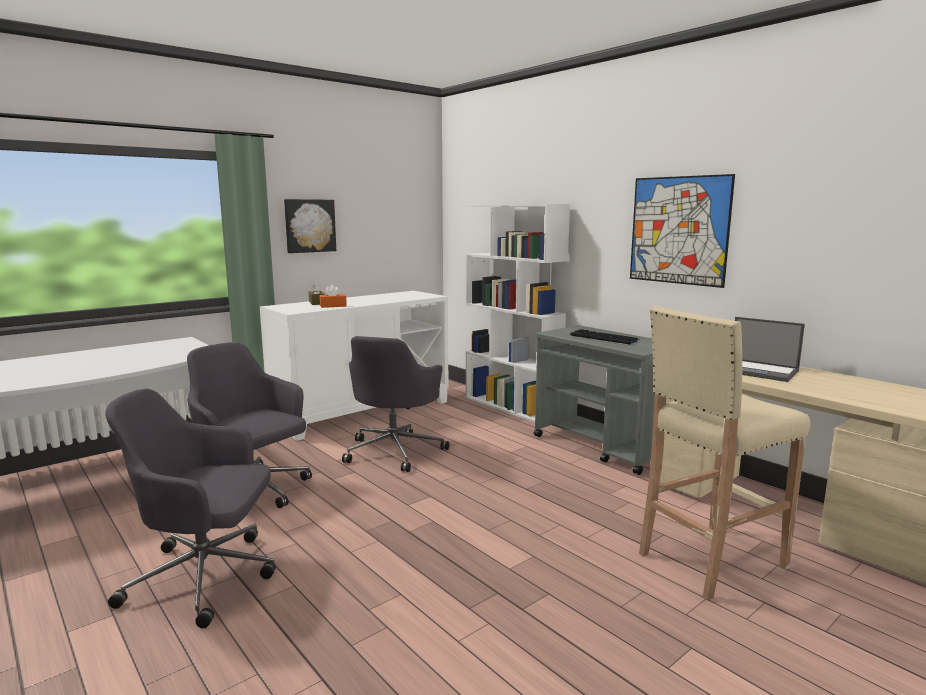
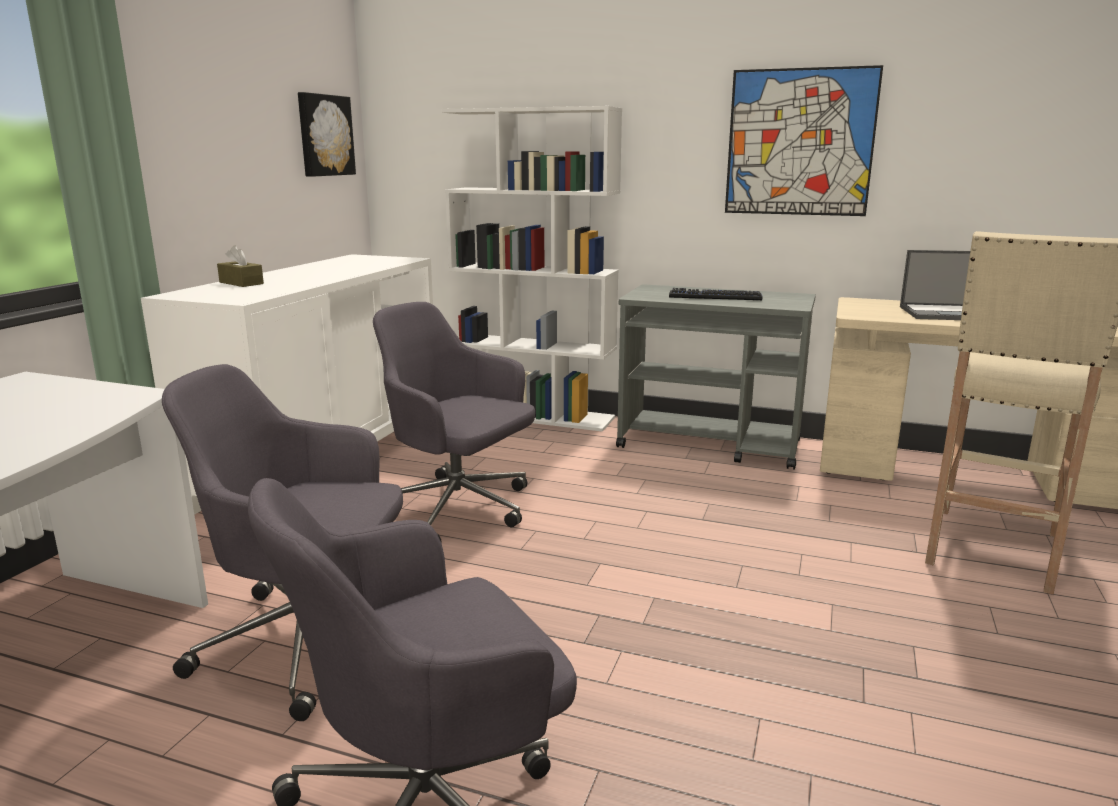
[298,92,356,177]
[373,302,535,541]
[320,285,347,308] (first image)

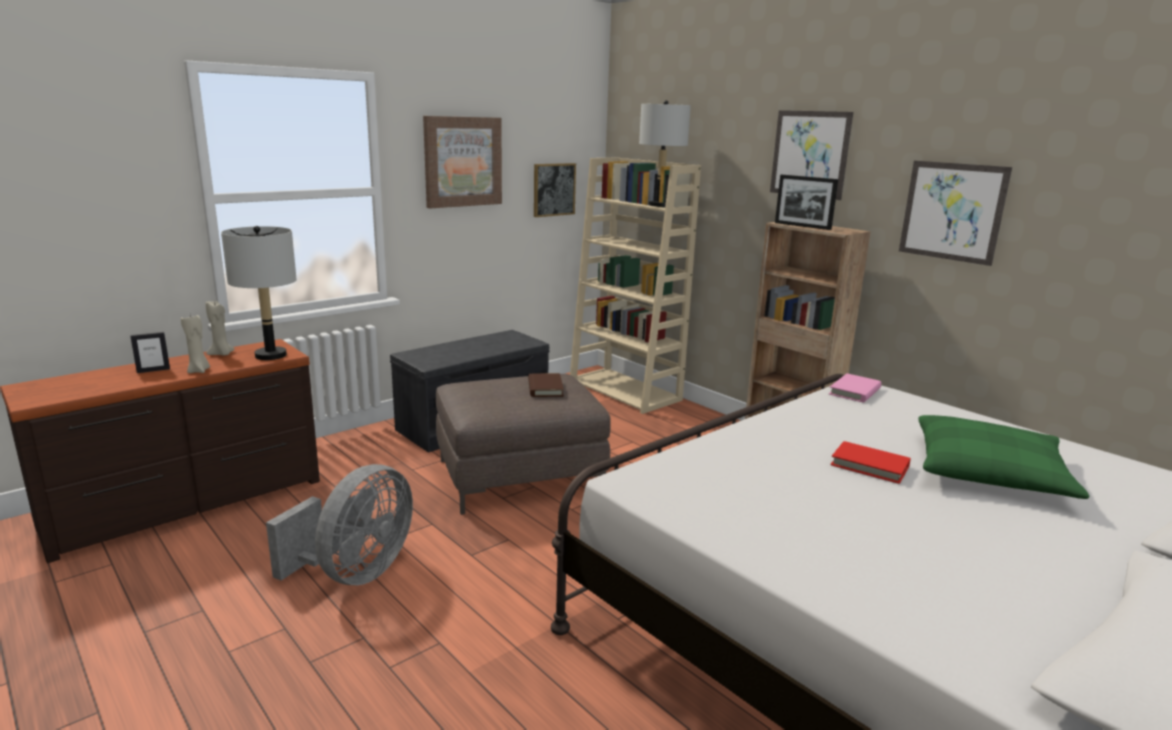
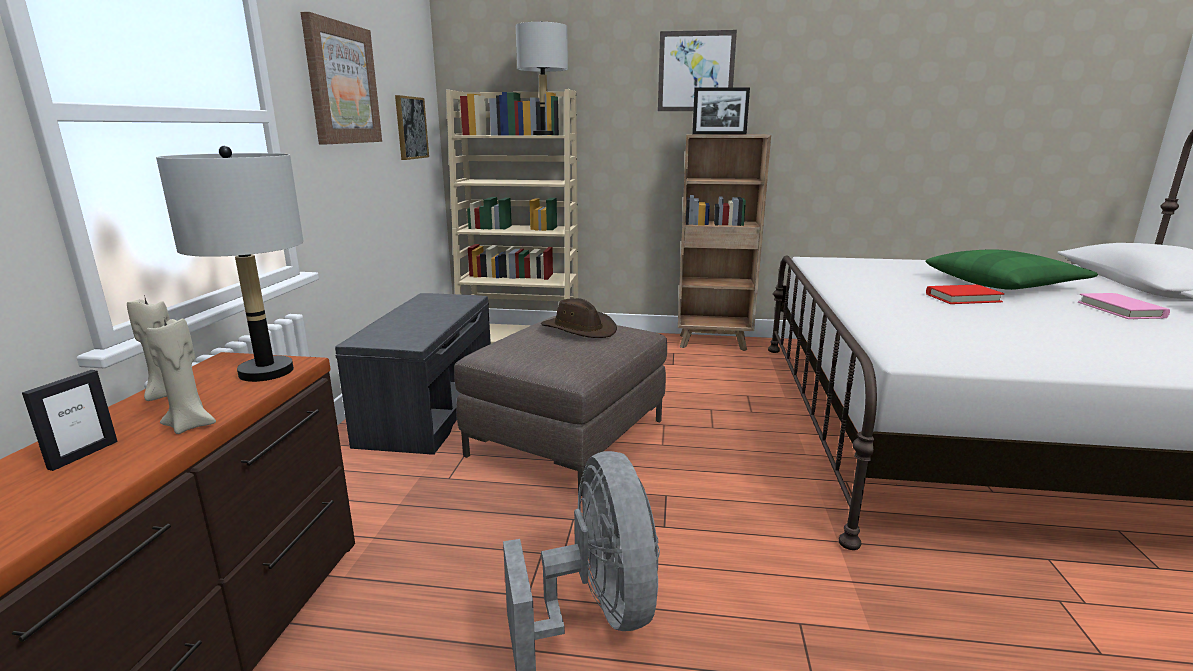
[541,298,617,338]
[1078,293,1170,319]
[899,161,1012,266] (first image)

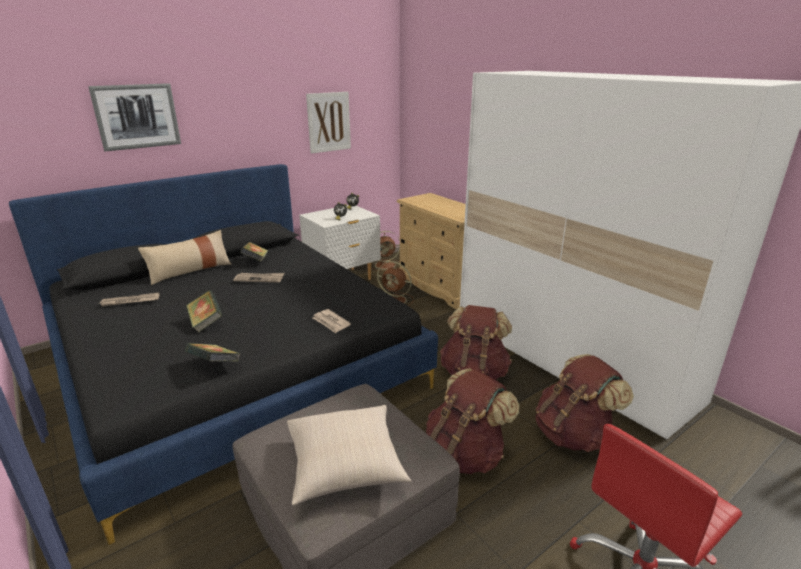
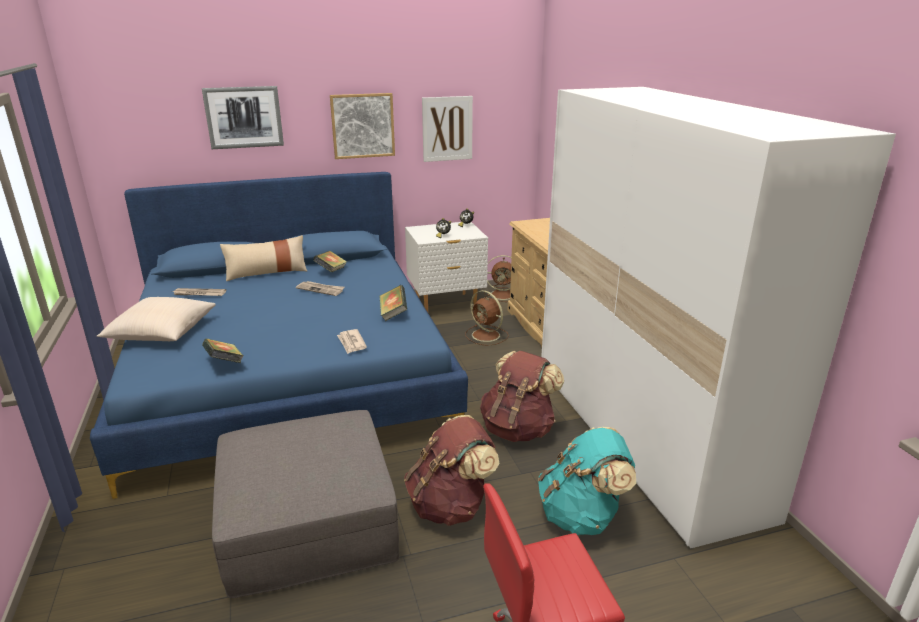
[90,172,468,499]
[97,297,216,341]
[330,93,395,159]
[380,285,407,321]
[538,427,636,535]

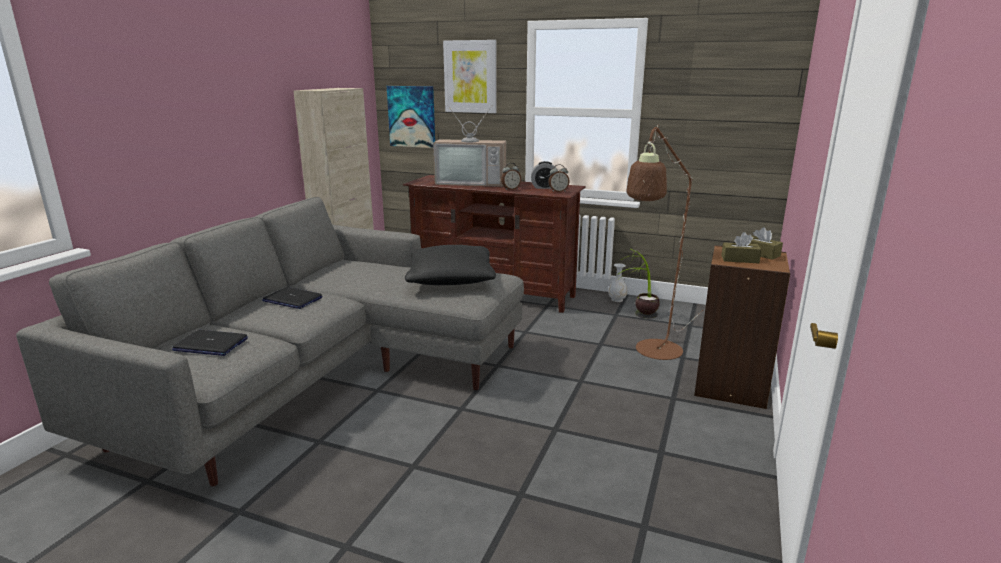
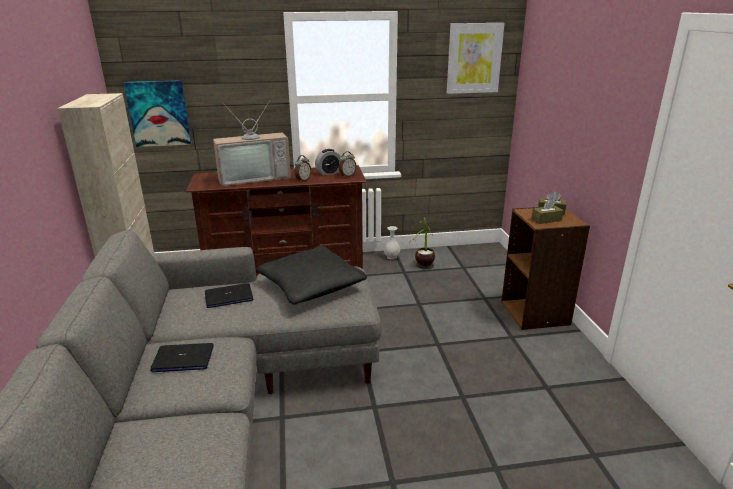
[205,283,253,308]
[447,23,505,94]
[626,125,703,360] (first image)

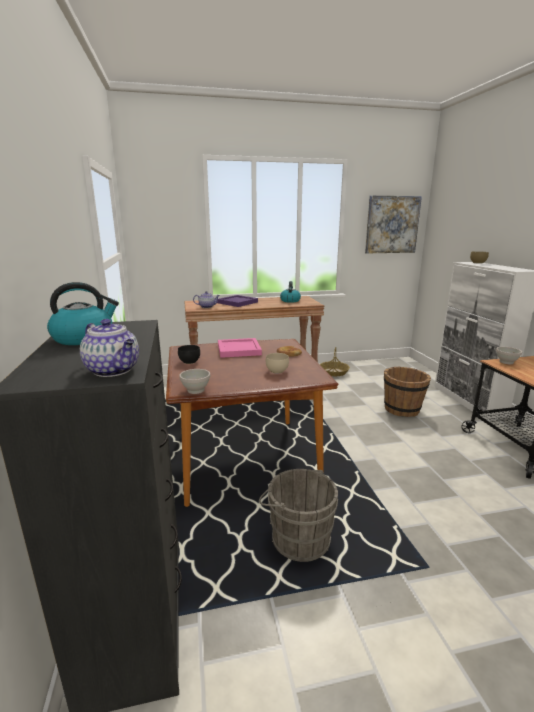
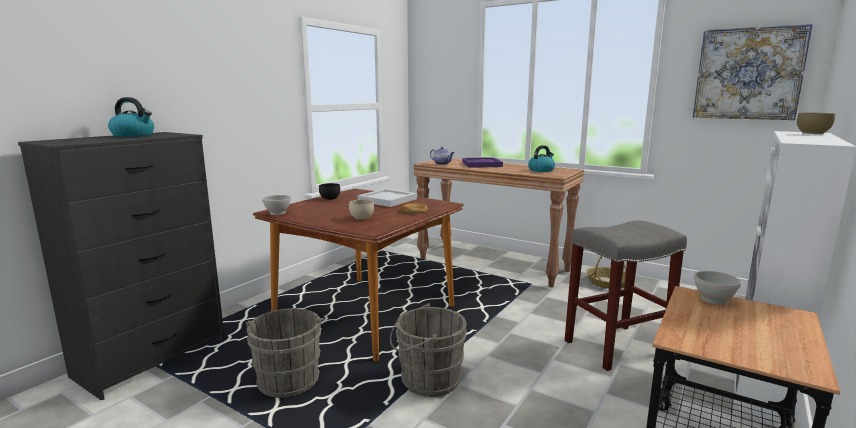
[357,189,417,207]
[390,304,467,397]
[565,220,687,371]
[80,319,139,377] (first image)

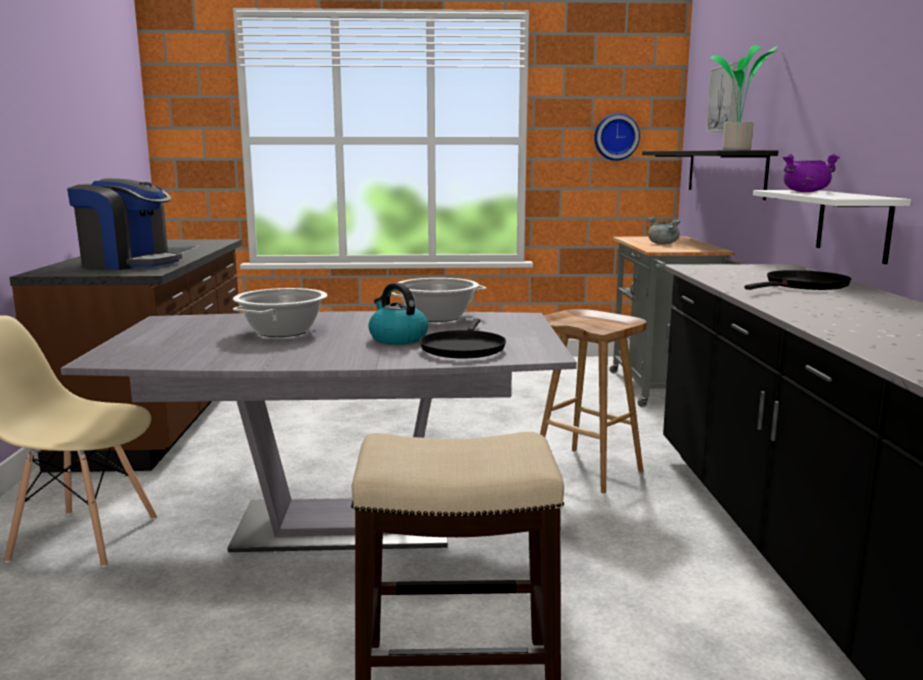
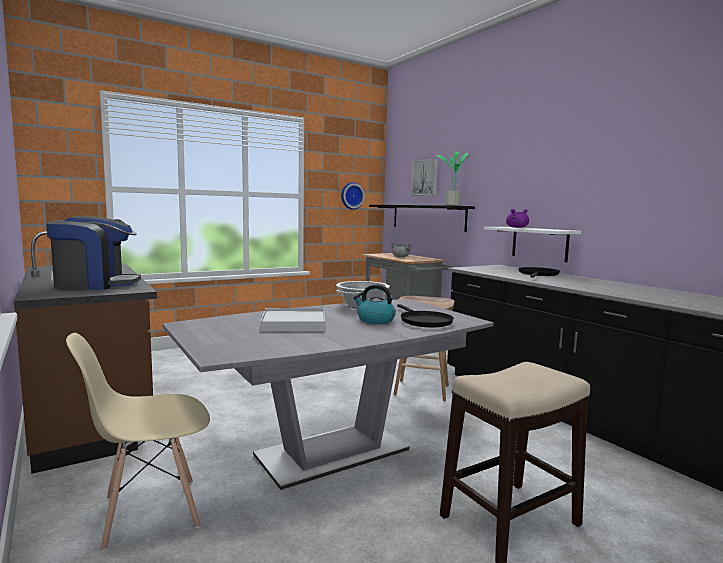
[260,308,325,331]

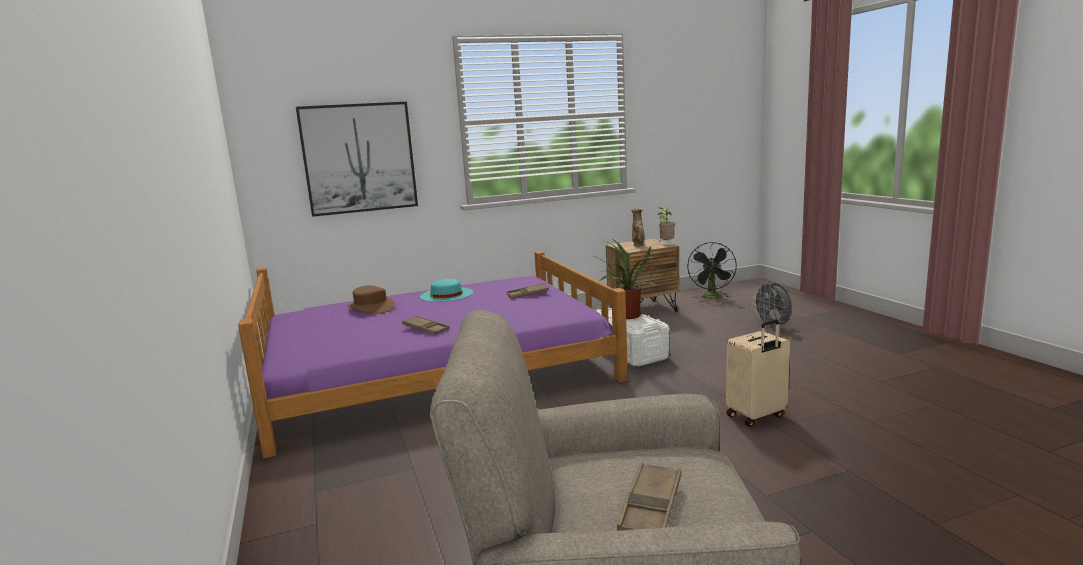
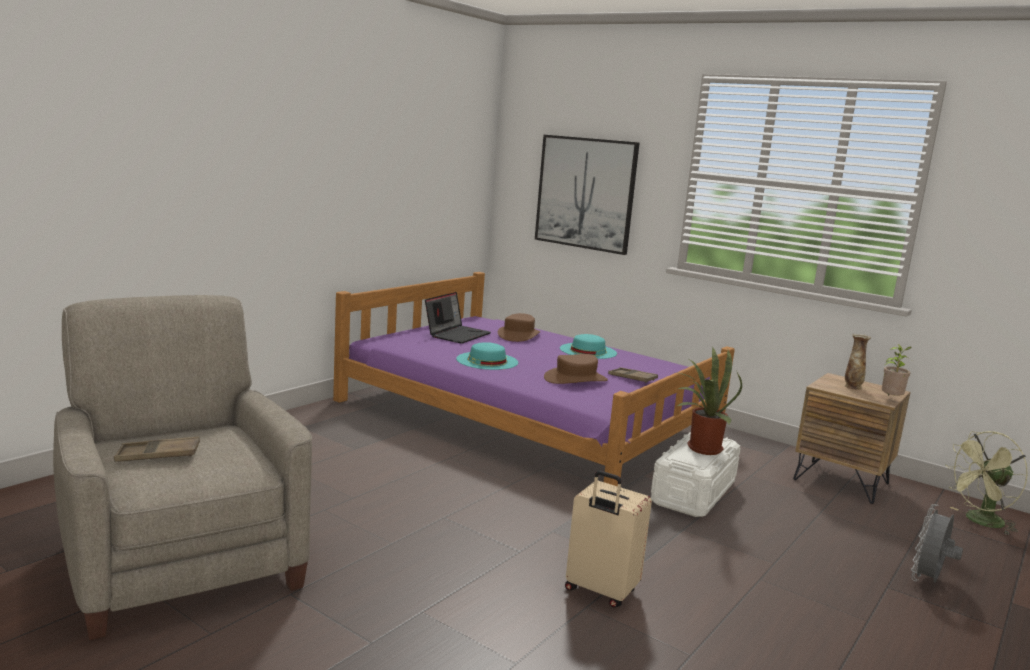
[425,292,491,344]
[456,342,518,370]
[544,354,608,384]
[945,431,1028,535]

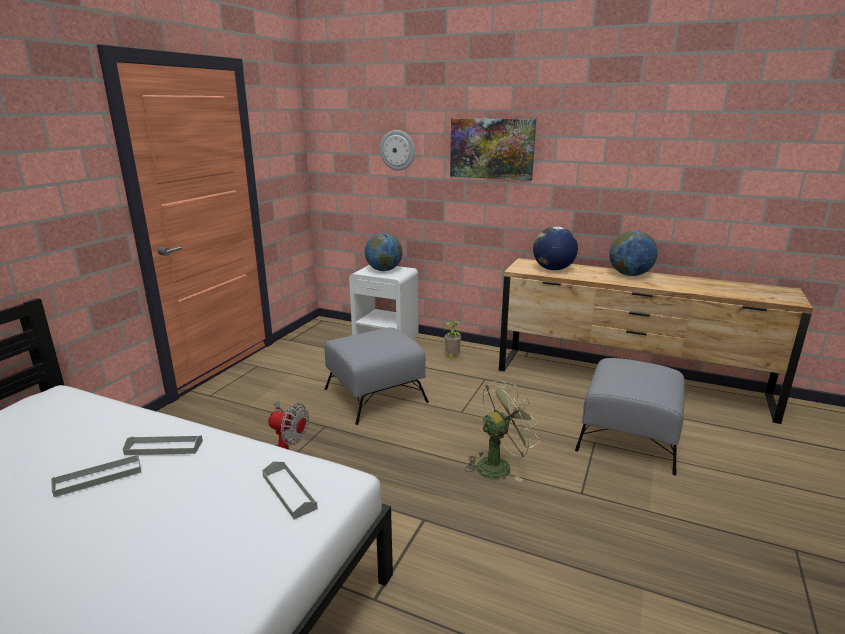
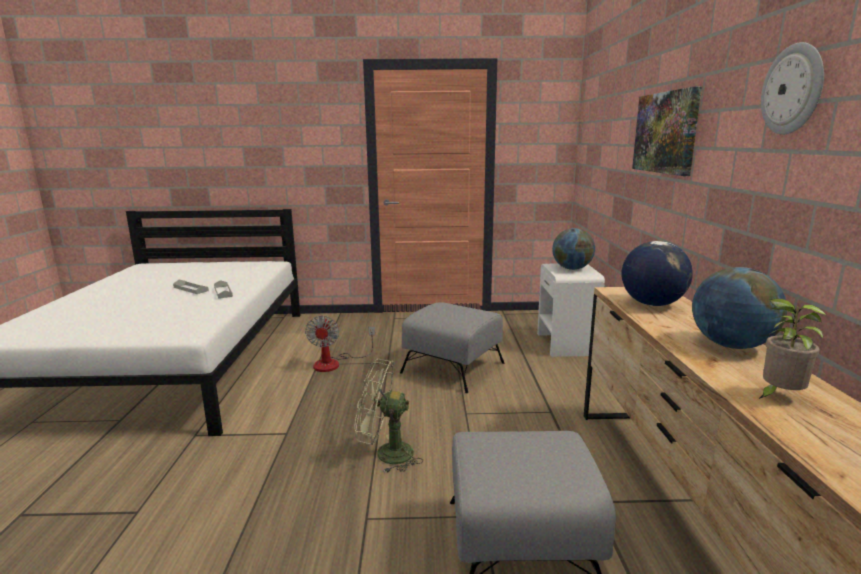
[355,359,423,473]
[759,298,826,399]
[761,42,824,135]
[262,461,318,519] (first image)

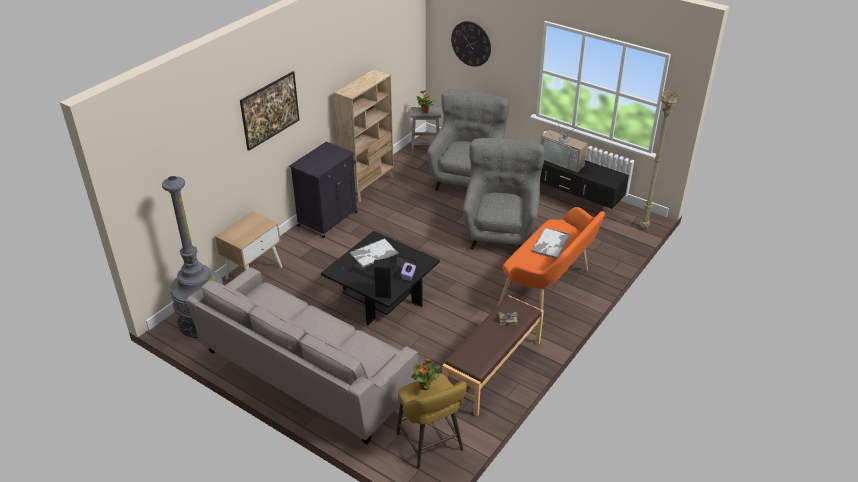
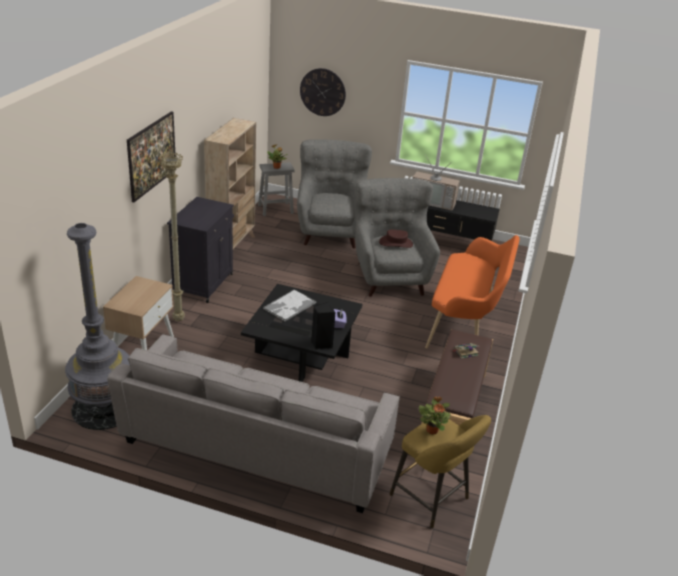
[159,152,185,321]
[379,230,413,248]
[532,228,571,259] (first image)

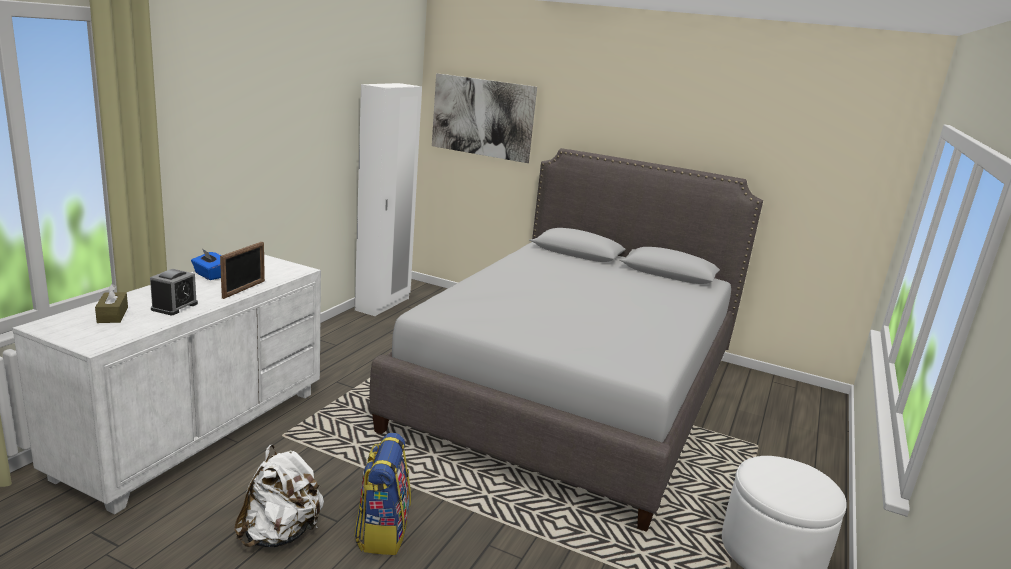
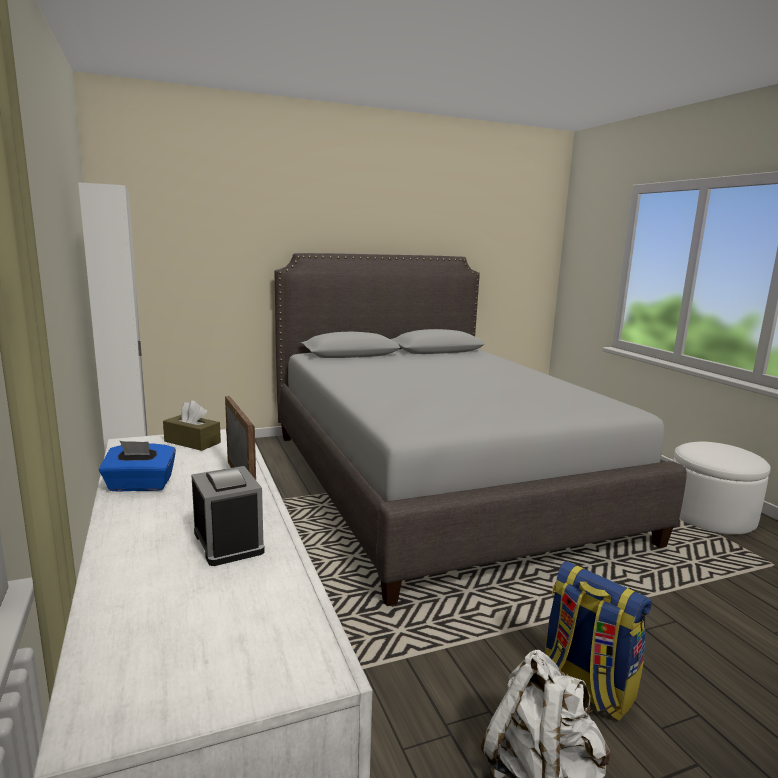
[163,400,221,451]
[432,73,537,163] (first image)

